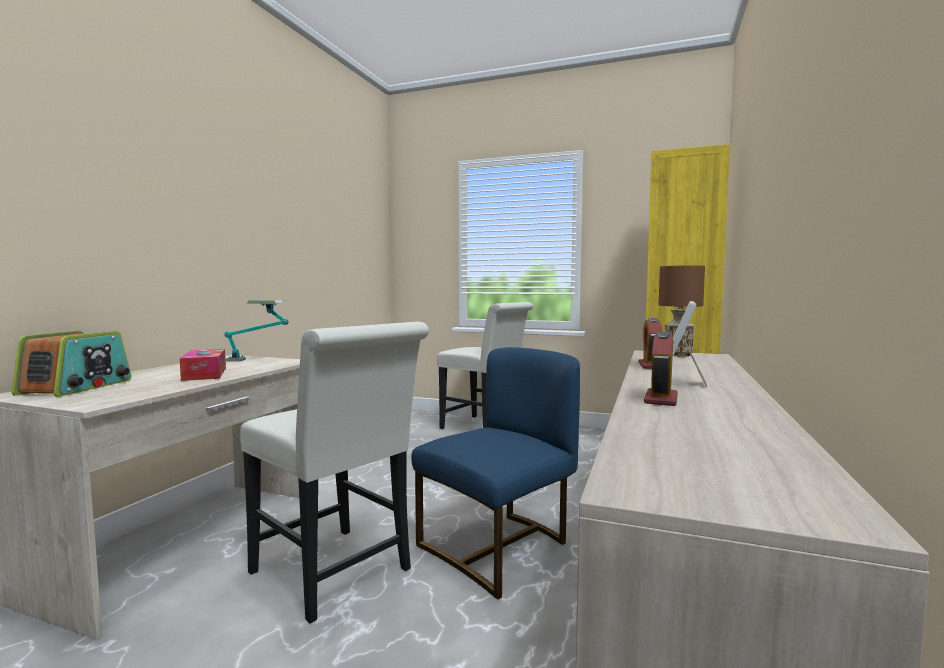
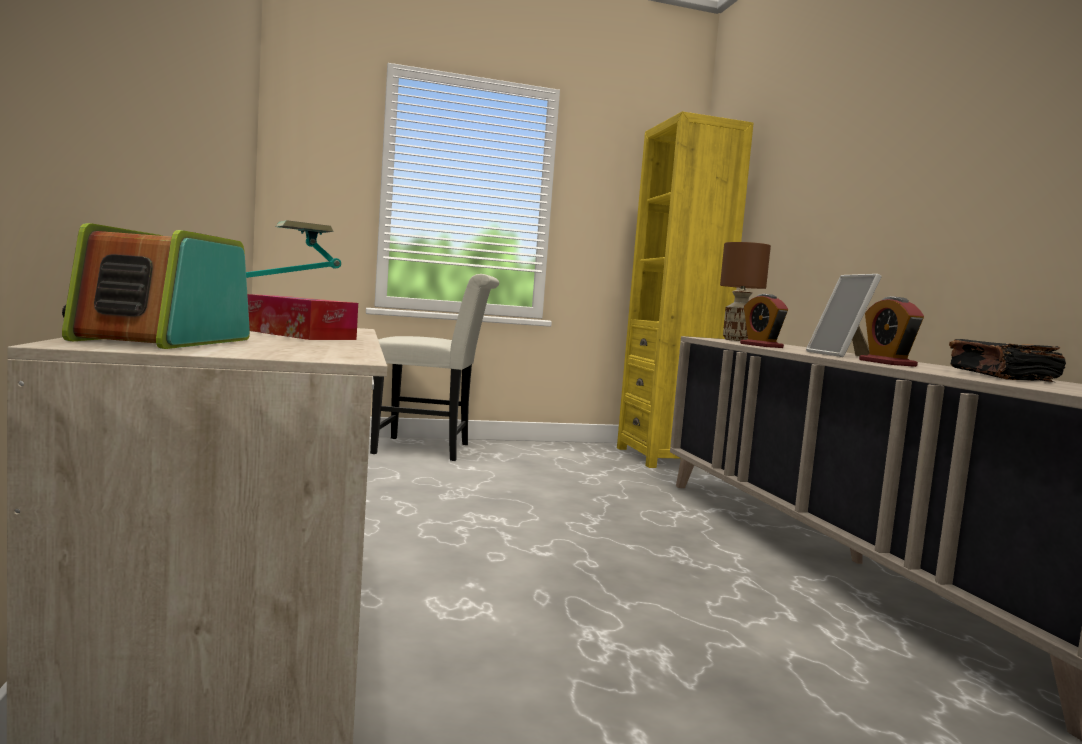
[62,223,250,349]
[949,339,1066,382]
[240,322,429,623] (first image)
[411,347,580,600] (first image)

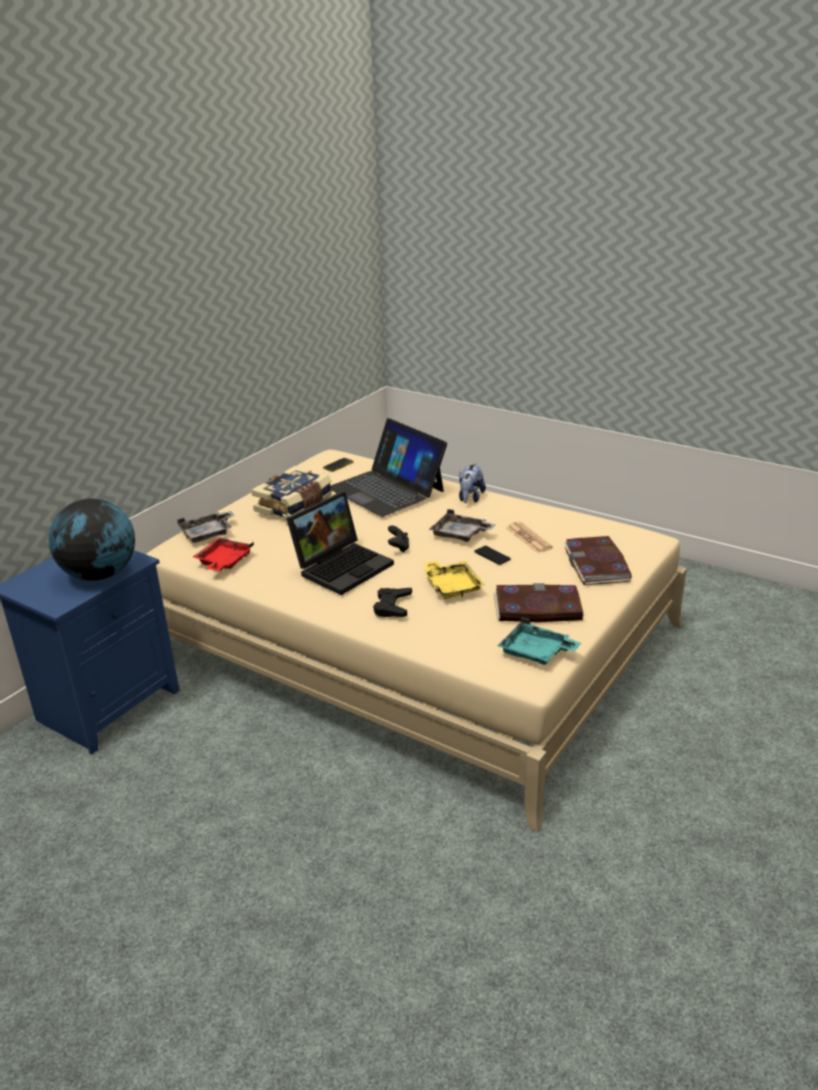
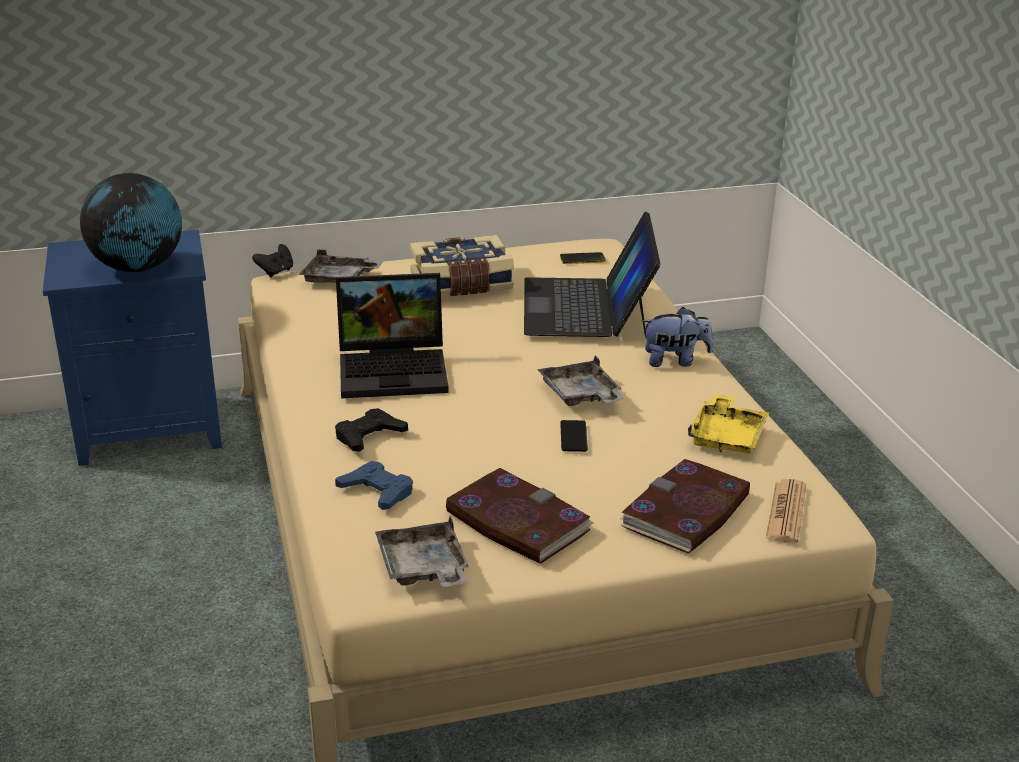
[252,244,293,277]
[335,461,413,510]
[375,516,469,587]
[641,307,713,367]
[688,394,769,453]
[766,479,806,543]
[193,538,254,571] (first image)

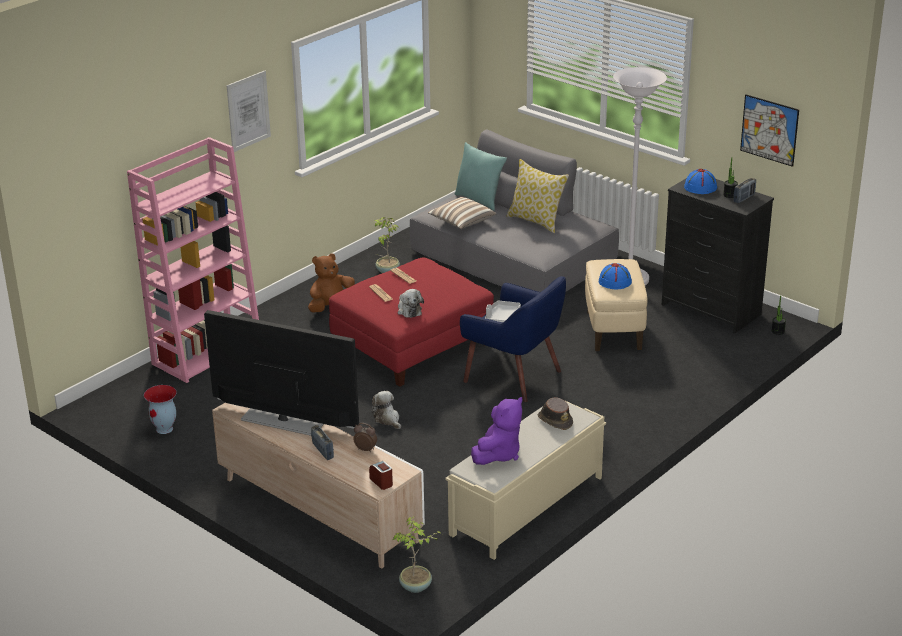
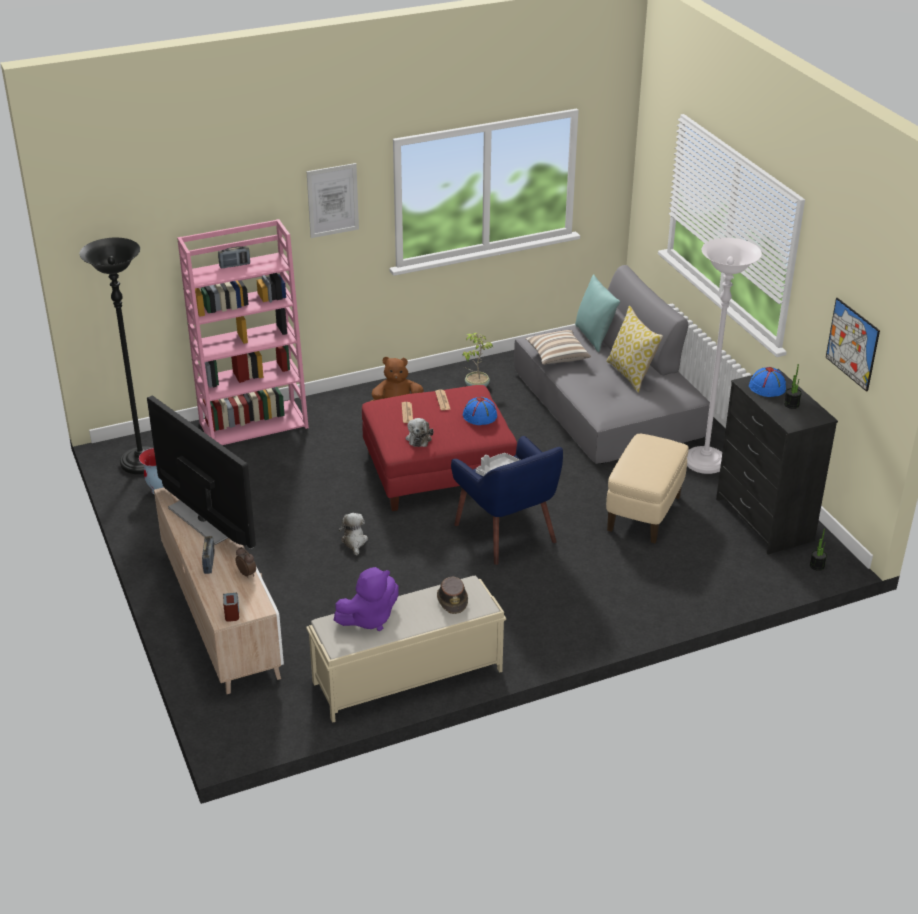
[79,238,153,474]
[218,246,250,269]
[463,397,497,425]
[393,516,442,593] (first image)

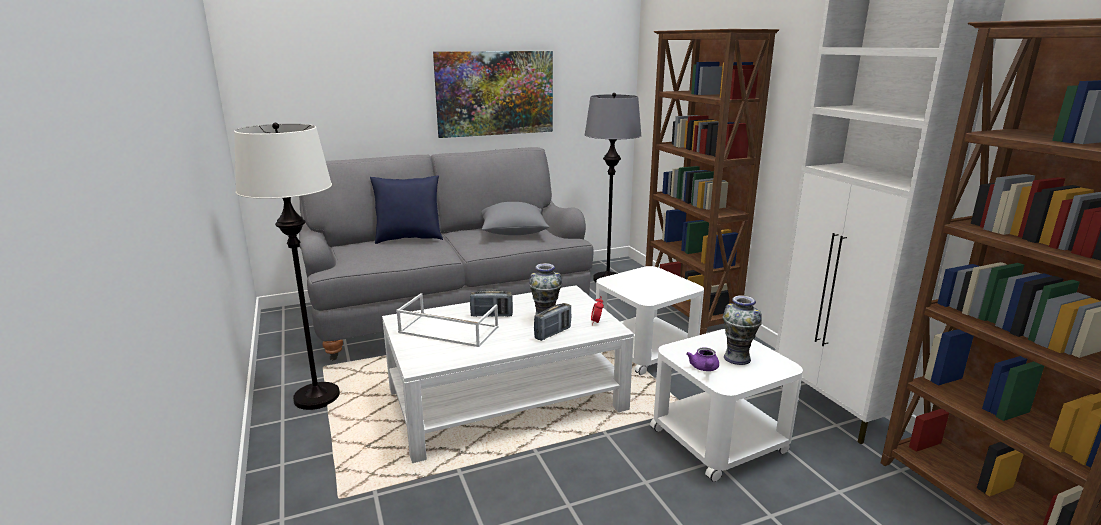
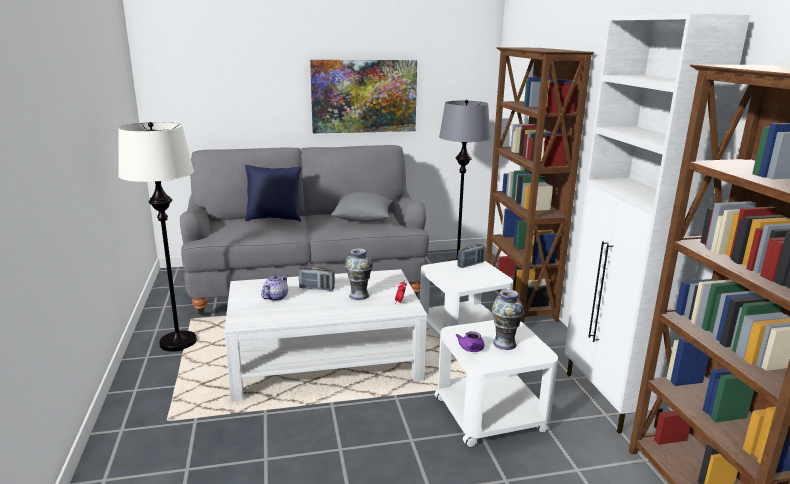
[261,274,288,301]
[457,244,485,268]

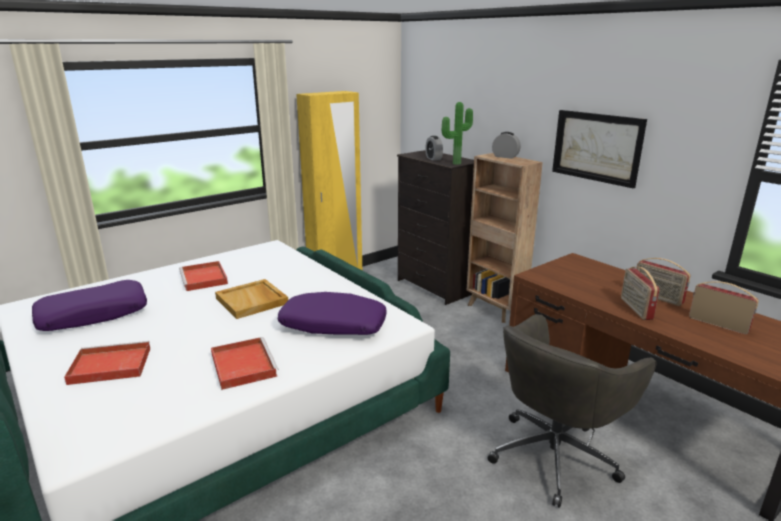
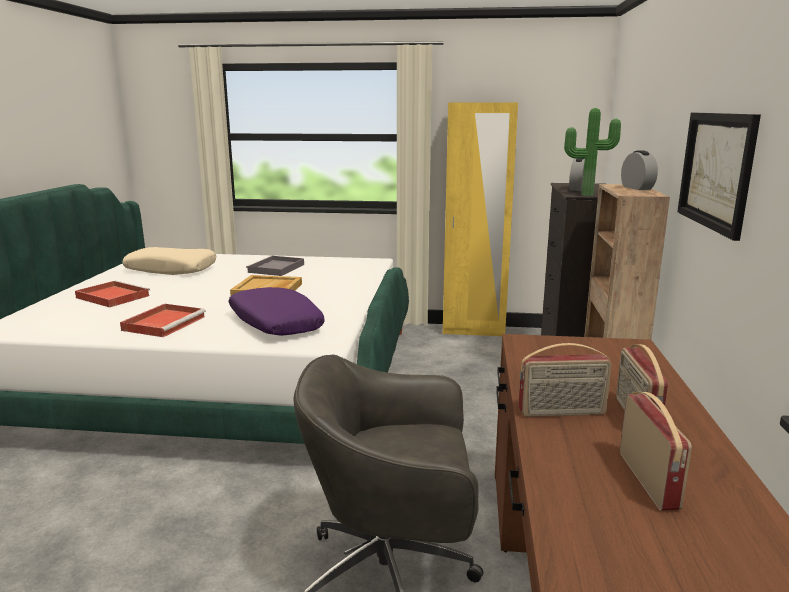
[122,247,216,275]
[246,256,304,276]
[518,343,612,417]

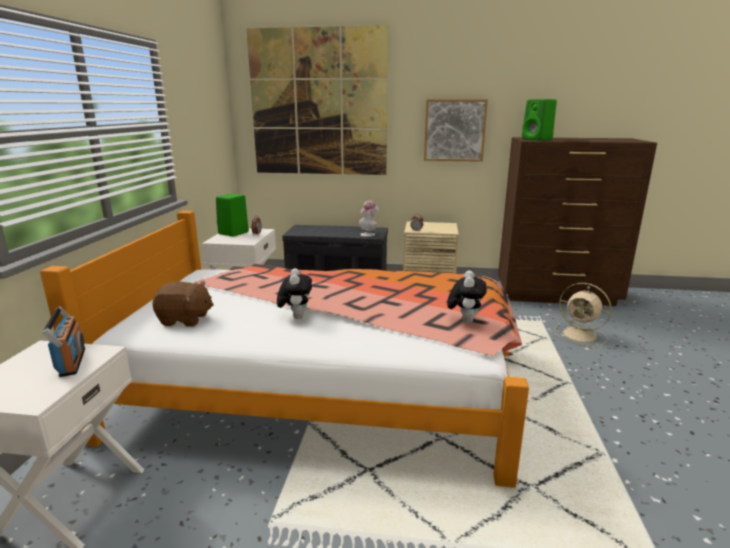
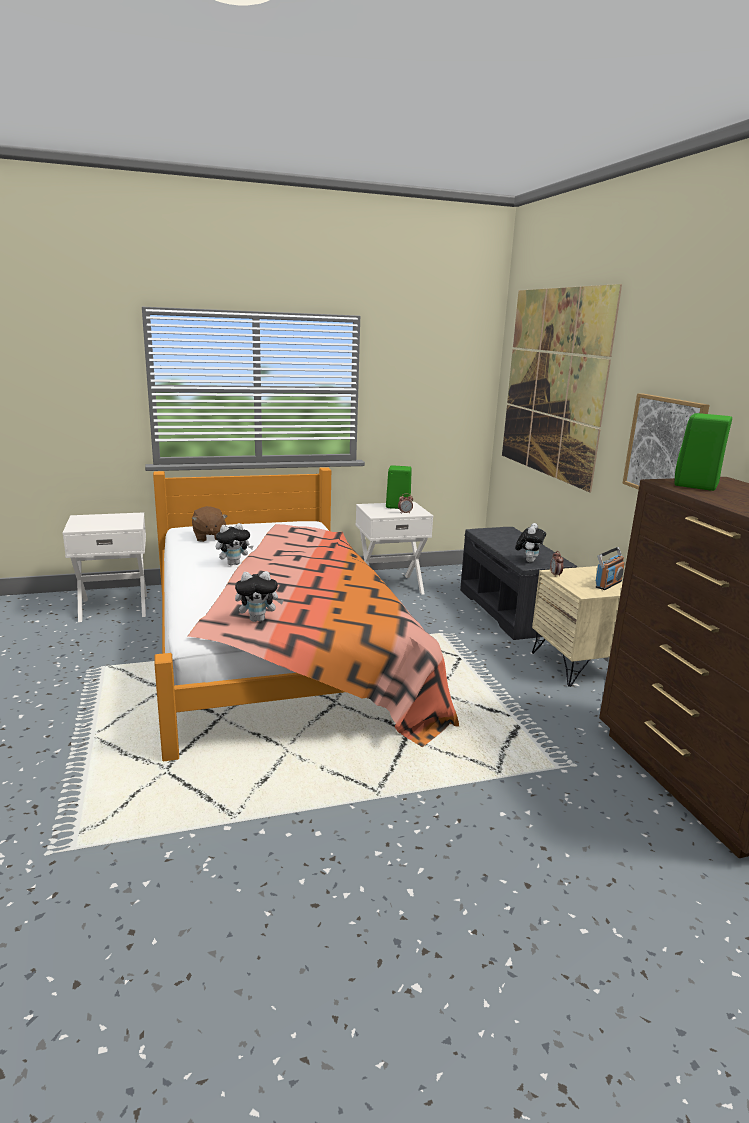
[515,523,546,562]
[596,547,625,590]
[555,283,612,347] (first image)

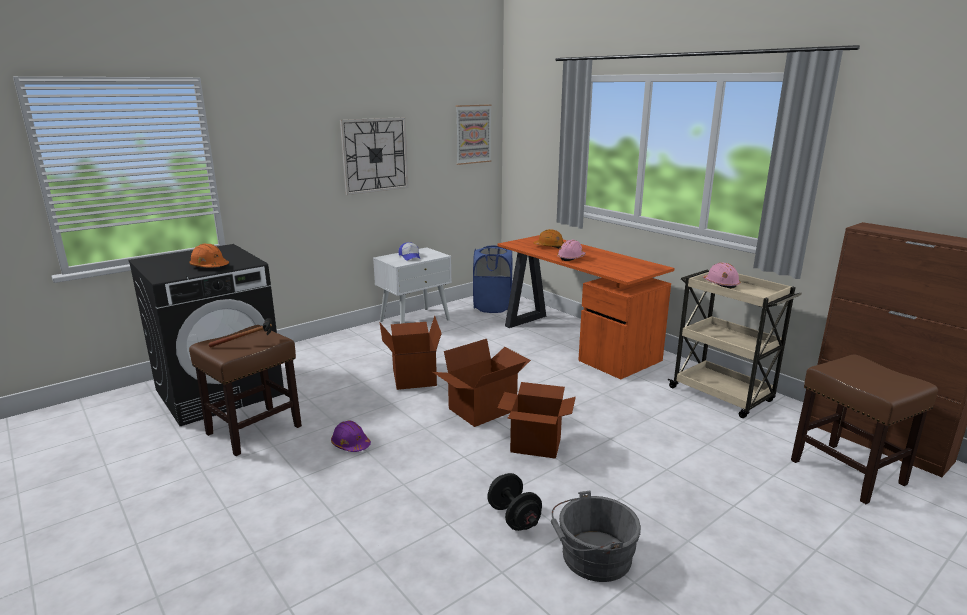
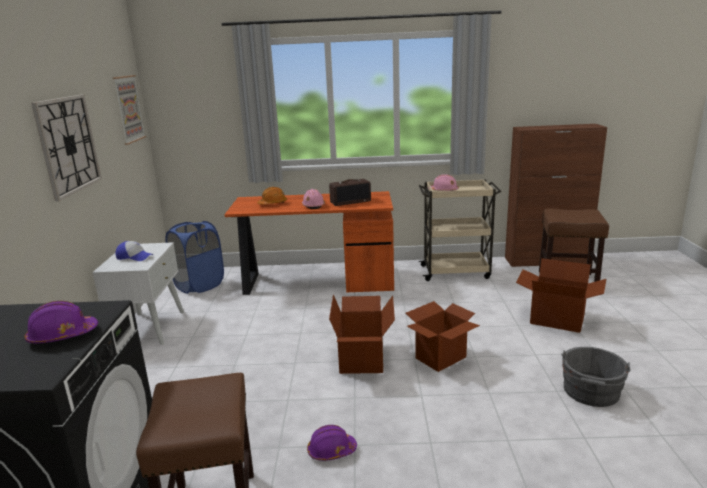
[25,301,98,344]
[329,179,371,206]
[516,258,606,333]
[209,318,273,348] (first image)
[487,473,542,531] (first image)

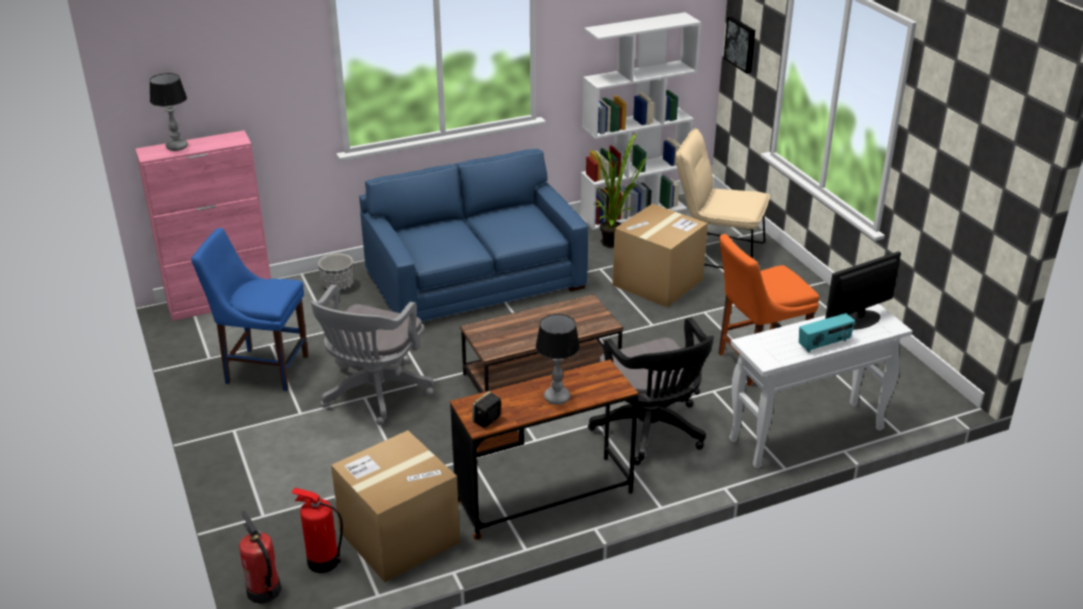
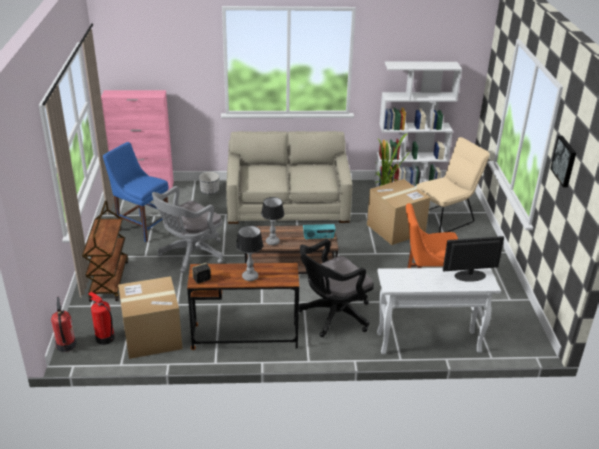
[82,200,128,302]
[226,131,352,224]
[261,197,284,245]
[299,239,374,337]
[303,224,336,240]
[416,137,490,233]
[550,136,576,187]

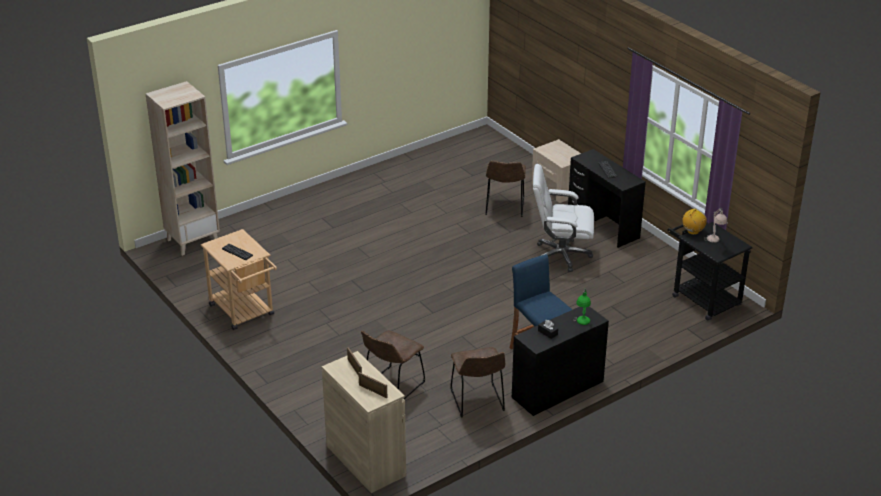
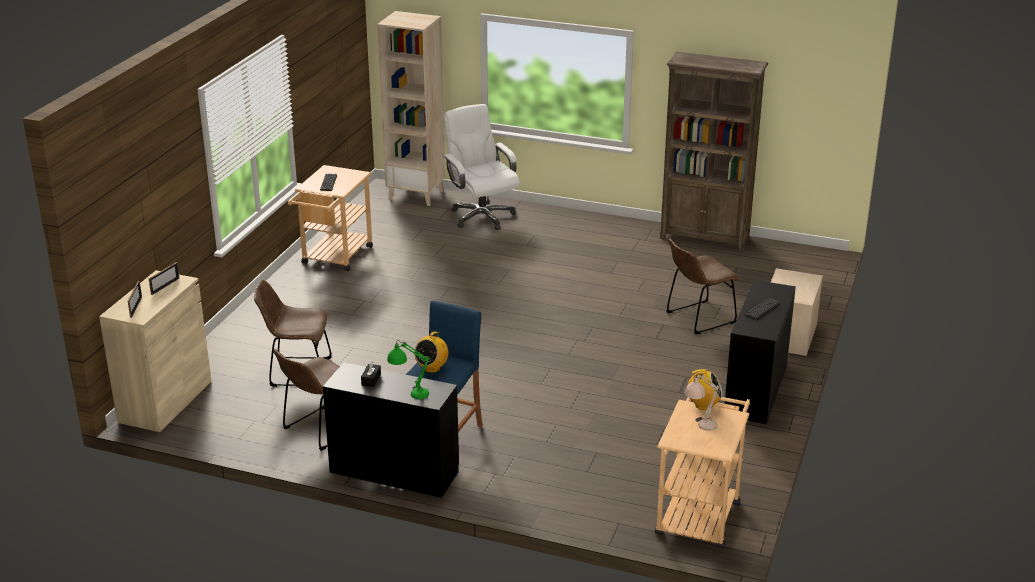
[414,331,448,373]
[444,104,520,230]
[655,397,750,549]
[660,52,768,252]

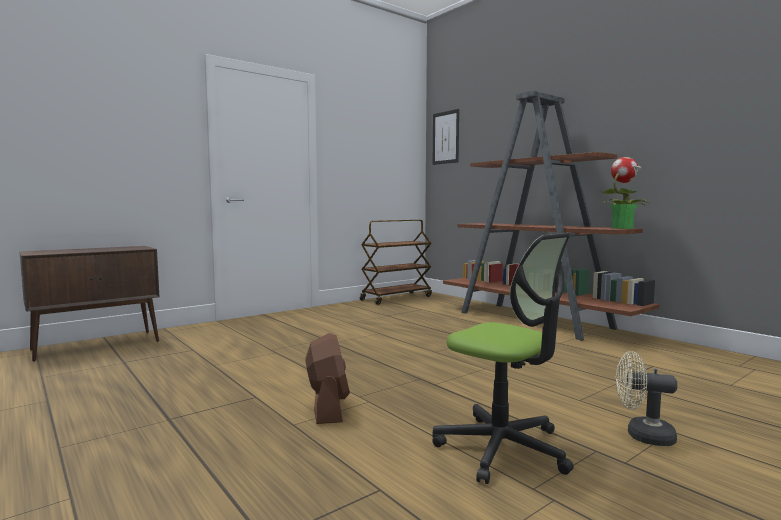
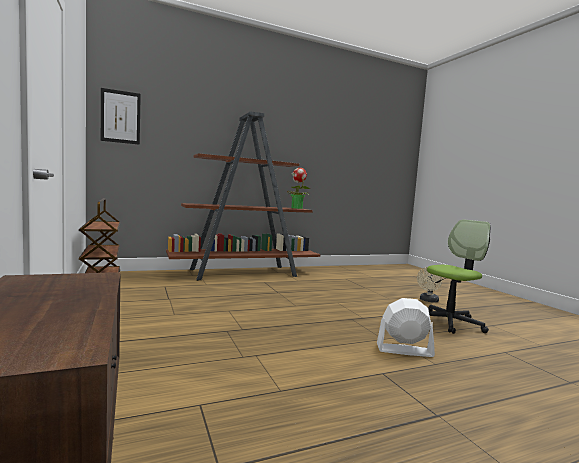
[377,298,435,357]

